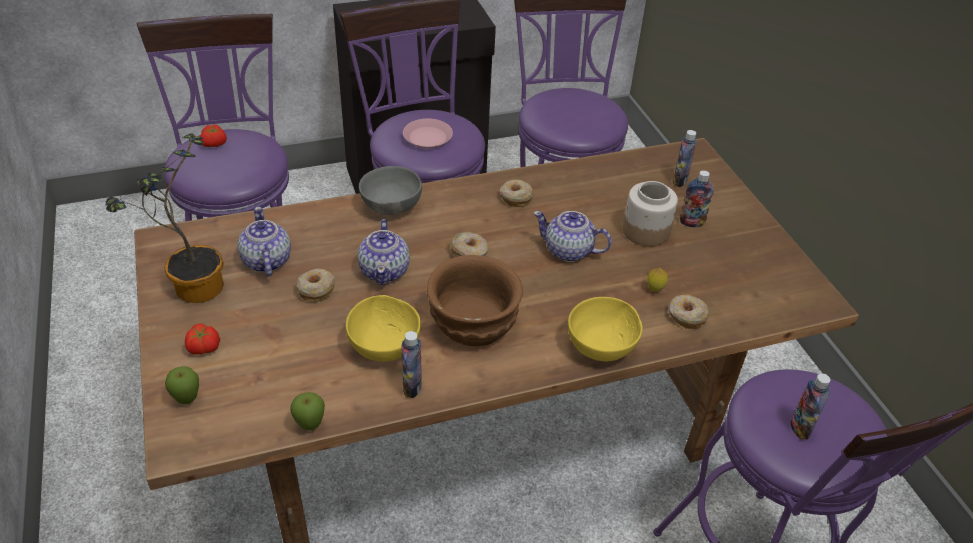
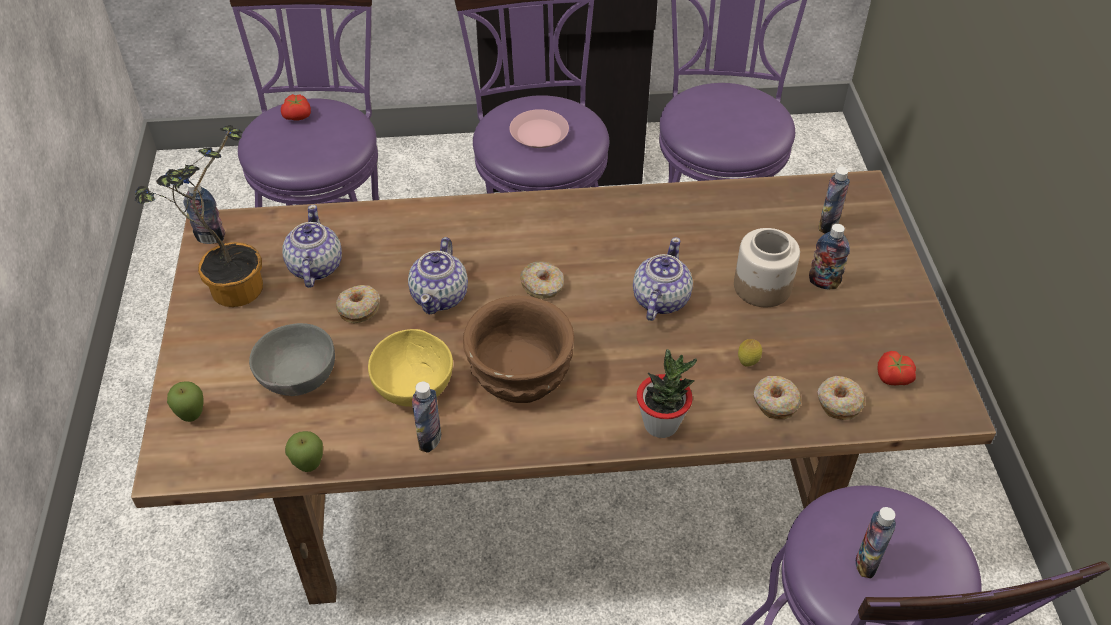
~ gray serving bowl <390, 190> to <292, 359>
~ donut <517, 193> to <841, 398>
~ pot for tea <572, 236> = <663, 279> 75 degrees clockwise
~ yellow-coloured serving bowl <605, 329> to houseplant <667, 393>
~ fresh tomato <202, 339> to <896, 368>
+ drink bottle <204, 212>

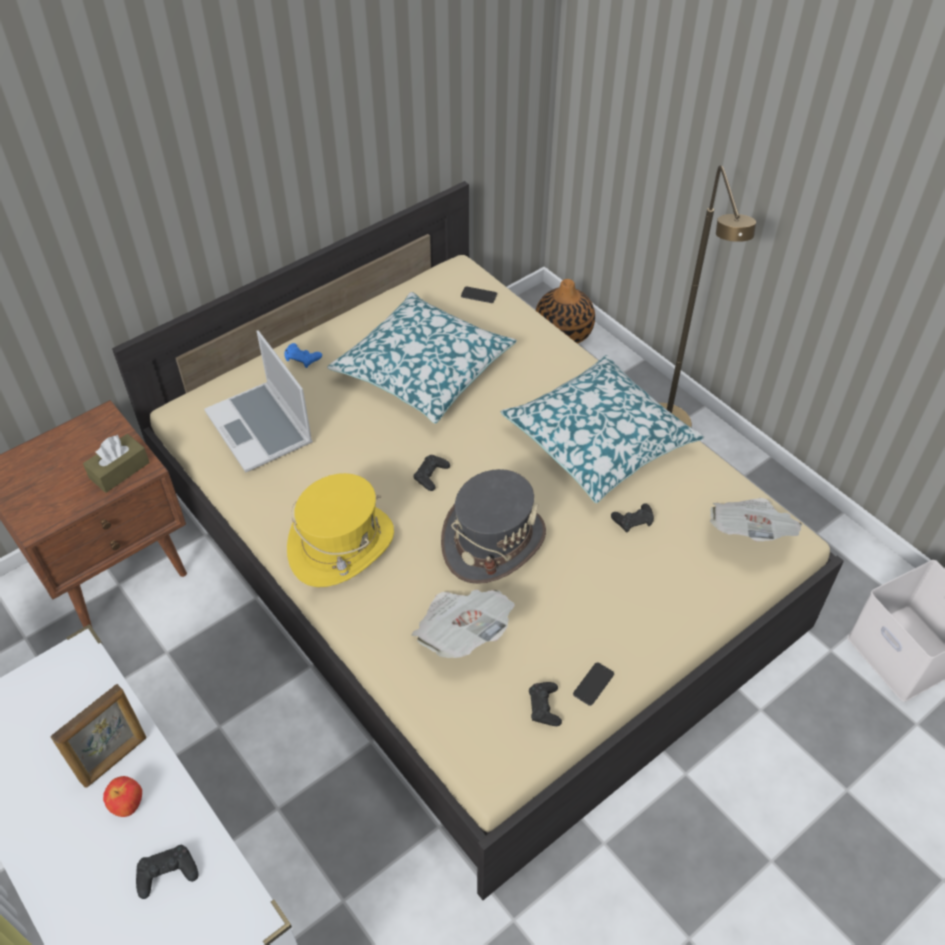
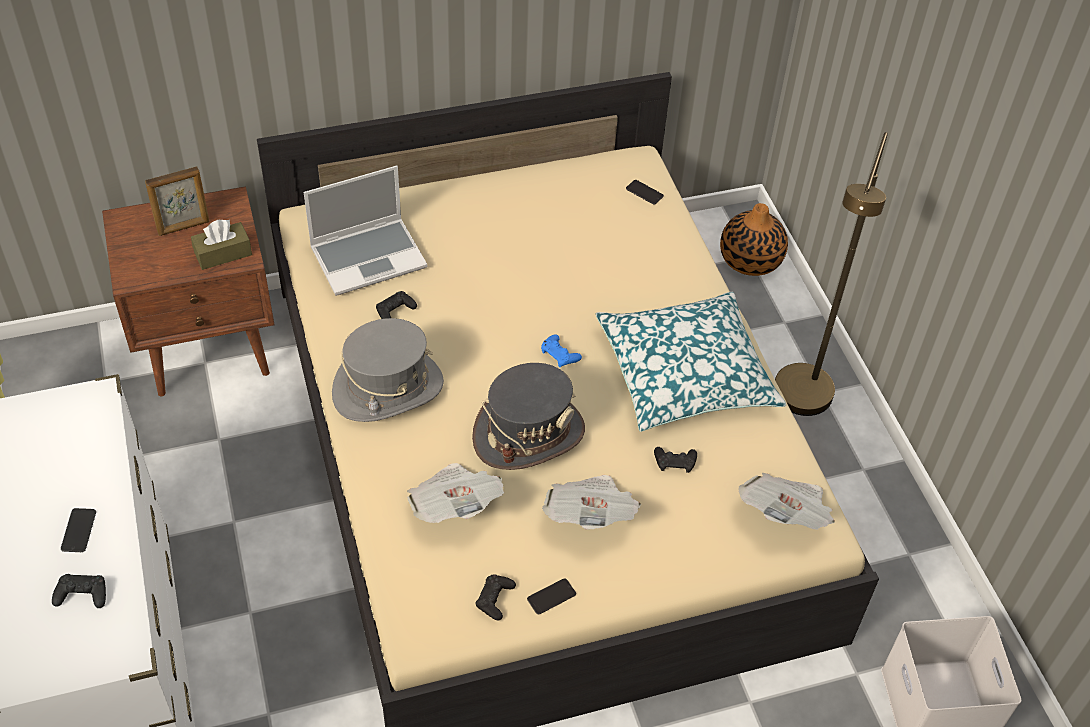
- pillow <422, 358>
~ laptop <258, 401> = <365, 230> 105 degrees counterclockwise
~ bluish joypad <303, 355> to <561, 351>
~ black-coloured joypad <431, 473> to <396, 305>
~ yellow-coloured wearable hat <340, 530> to gray wearable hat <388, 370>
~ picture frame <98, 736> to <177, 201>
~ apple fruit <122, 796> to telephone <78, 530>
+ daily paper <591, 502>

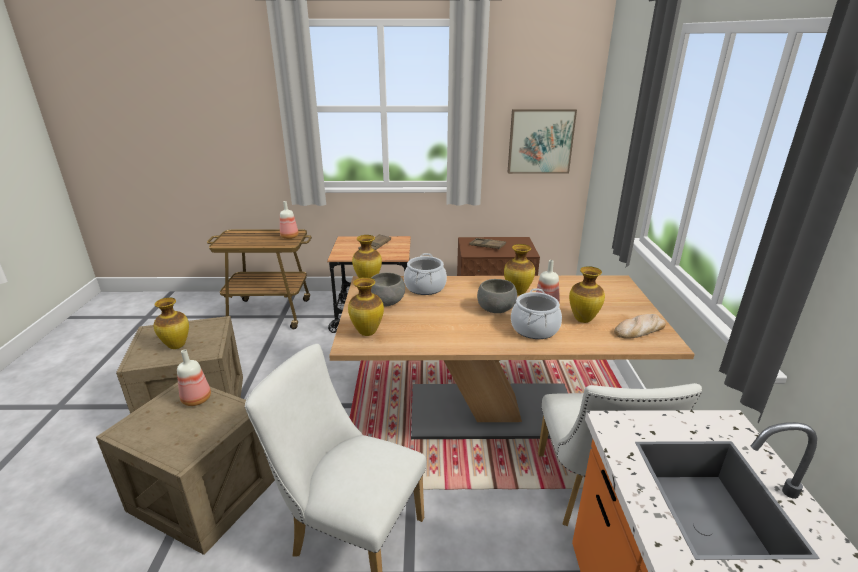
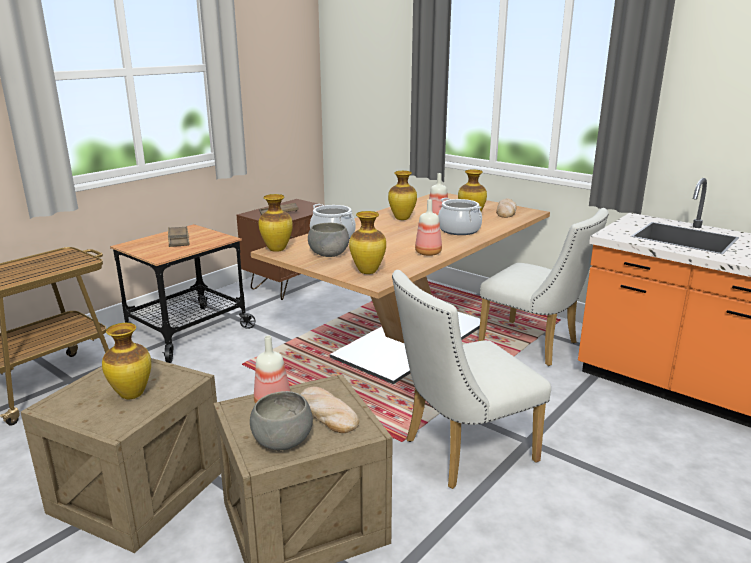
- picture <542, 141>
~ drink bottle <289, 220> to <428, 227>
~ gray serving bowl <497, 296> to <281, 420>
+ baked bread <329, 410>

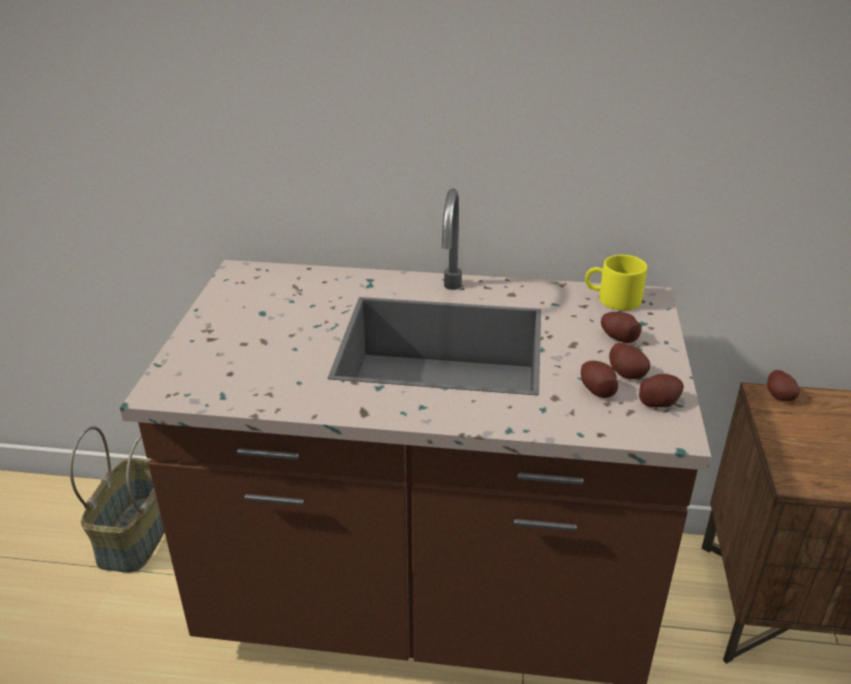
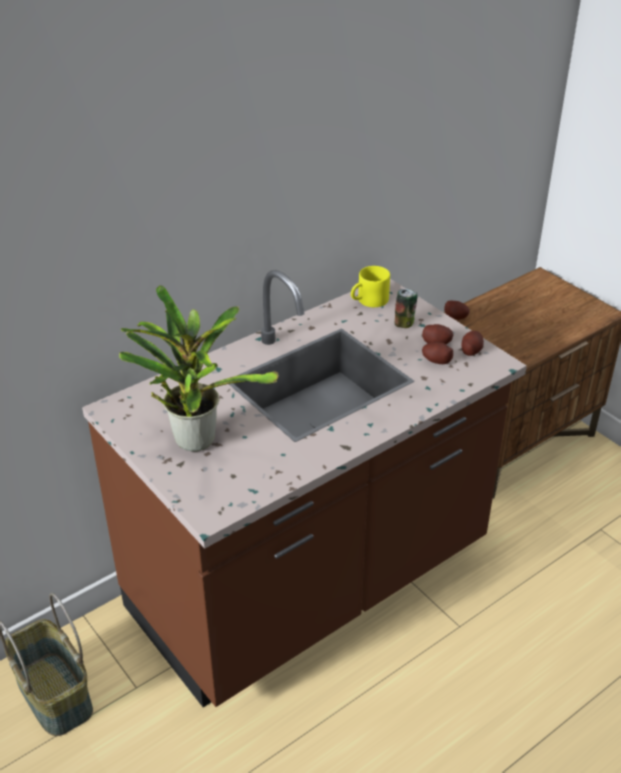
~ whole potato <621, 327> to can <406, 308>
+ houseplant <199, 368>

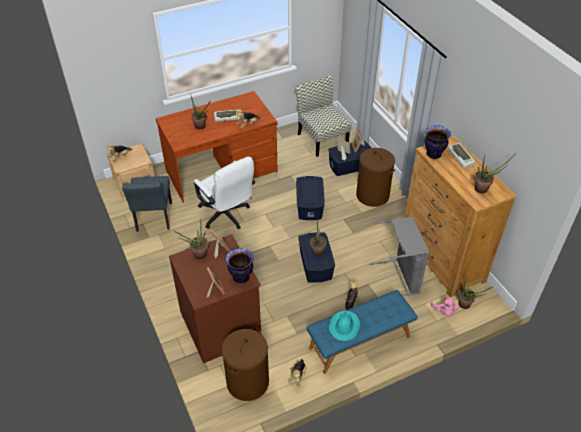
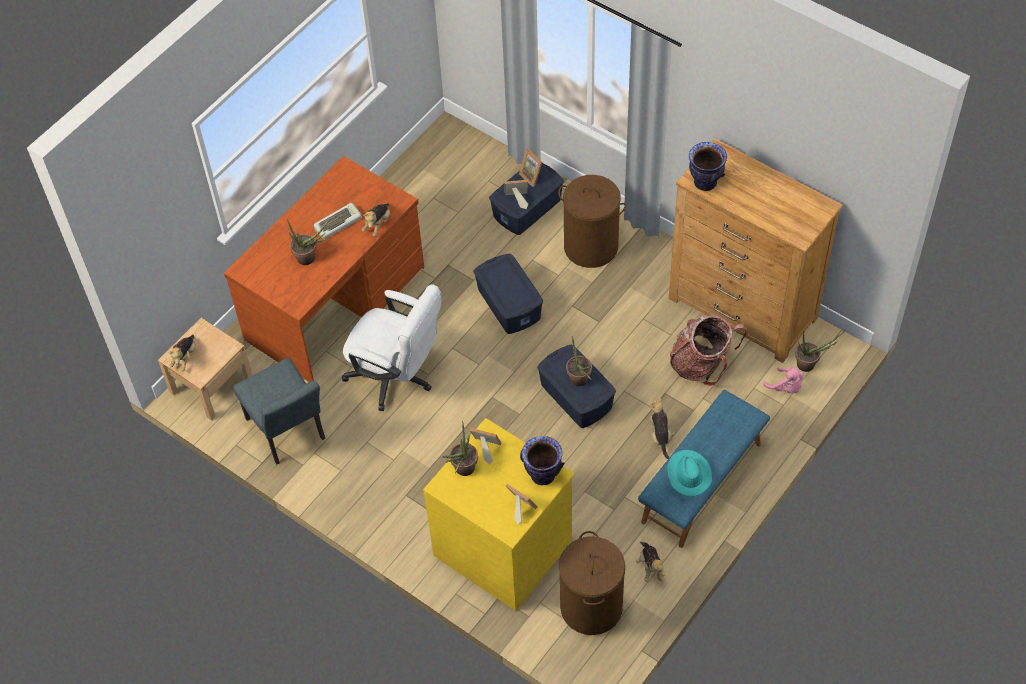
- upright chair <323, 116>
- computer keyboard <461, 155>
- houseplant <495, 173>
~ gray laundry basket <399, 256> to backpack <708, 350>
~ brownish drawer chest <215, 298> to yellow-coloured drawer chest <499, 514>

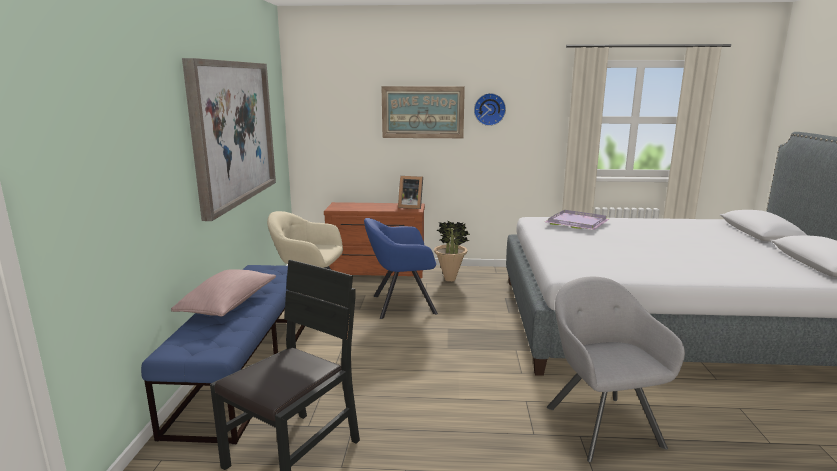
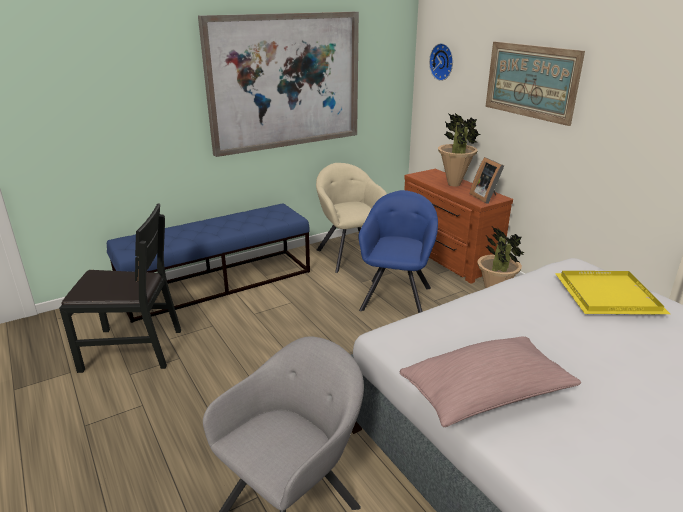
~ hanging clock <490, 109> to <441, 62>
~ purplish tray <576, 220> to yellow-coloured tray <612, 293>
~ bluish easy chair <401, 268> = <398, 251> 60 degrees clockwise
~ pink-coloured pillow <223, 292> to <490, 382>
+ houseplant <459, 150>

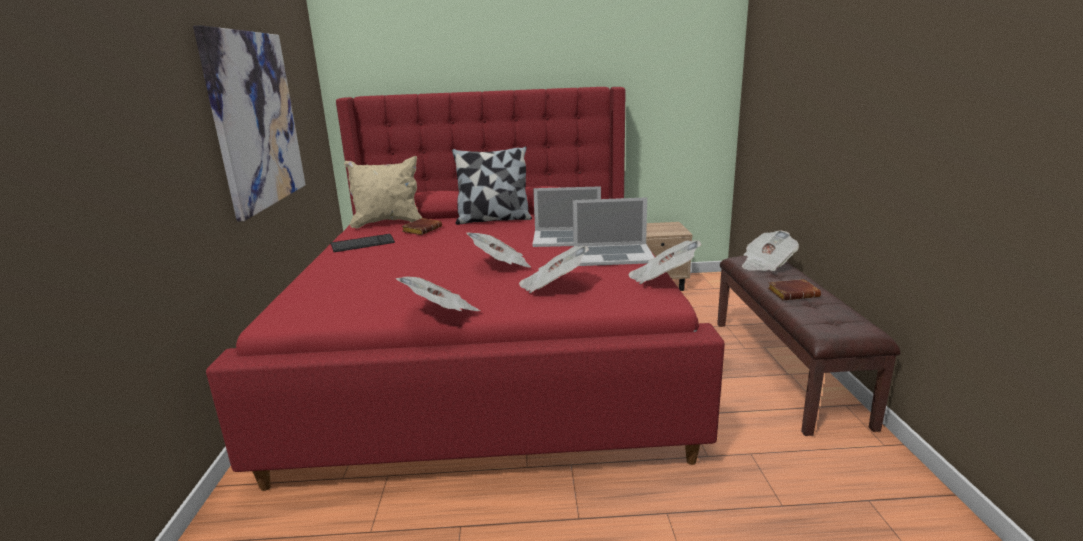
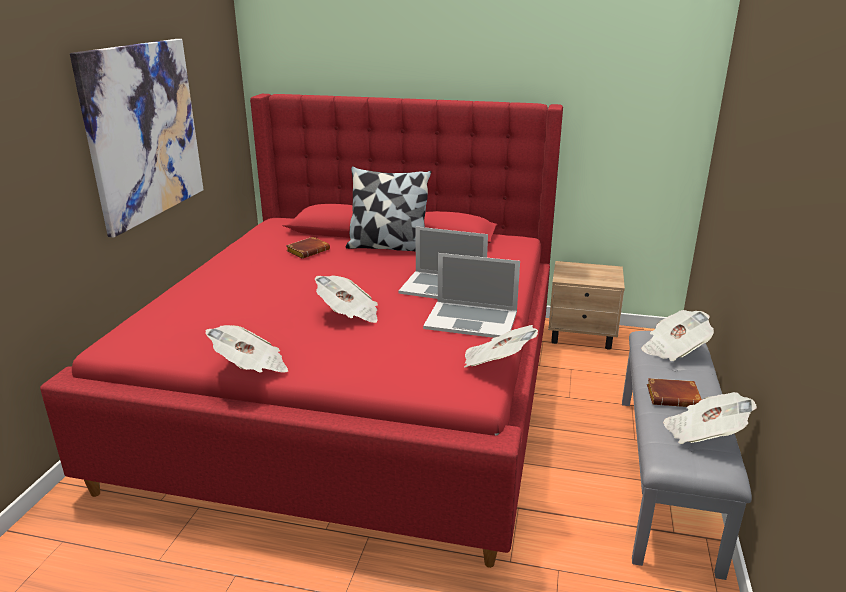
- beige pillow <383, 192>
- computer keyboard <363, 243>
~ daily paper <554, 269> to <710, 418>
~ brownish bench <809, 346> to gray bench <687, 455>

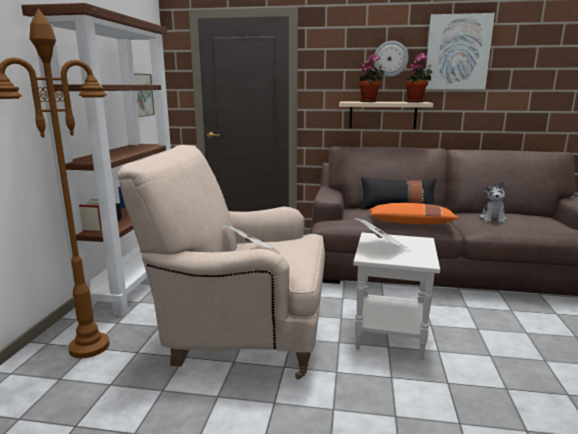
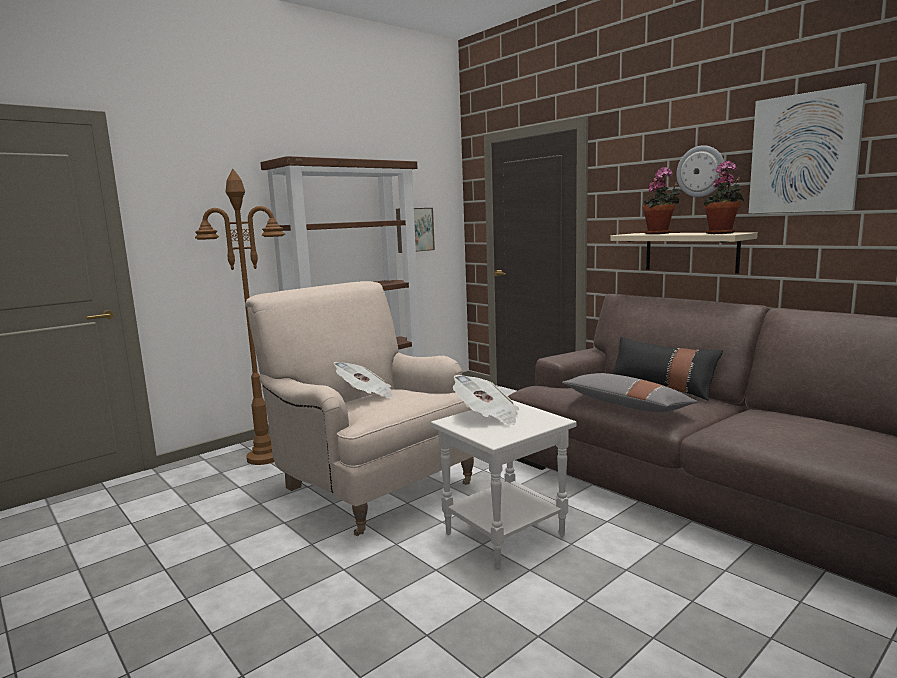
- soft toy <493, 202>
~ orange pillow <414, 213> to gray pillow <630, 393>

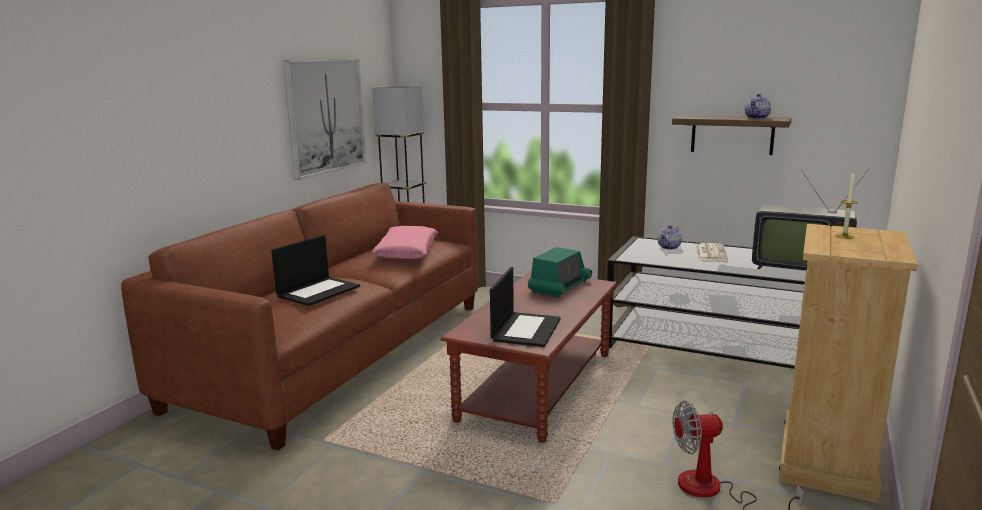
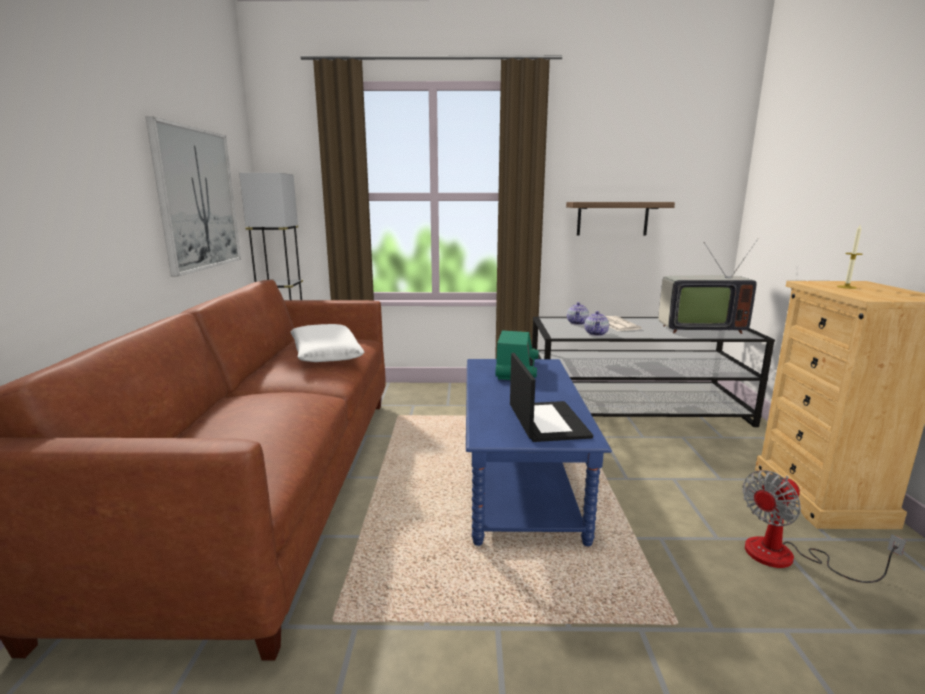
~ pot for tea <758, 106> to <597, 323>
~ pink-coloured pillow <405, 242> to white pillow <327, 343>
- laptop <315, 270>
~ brownish lounge table <528, 357> to bluish lounge table <539, 452>

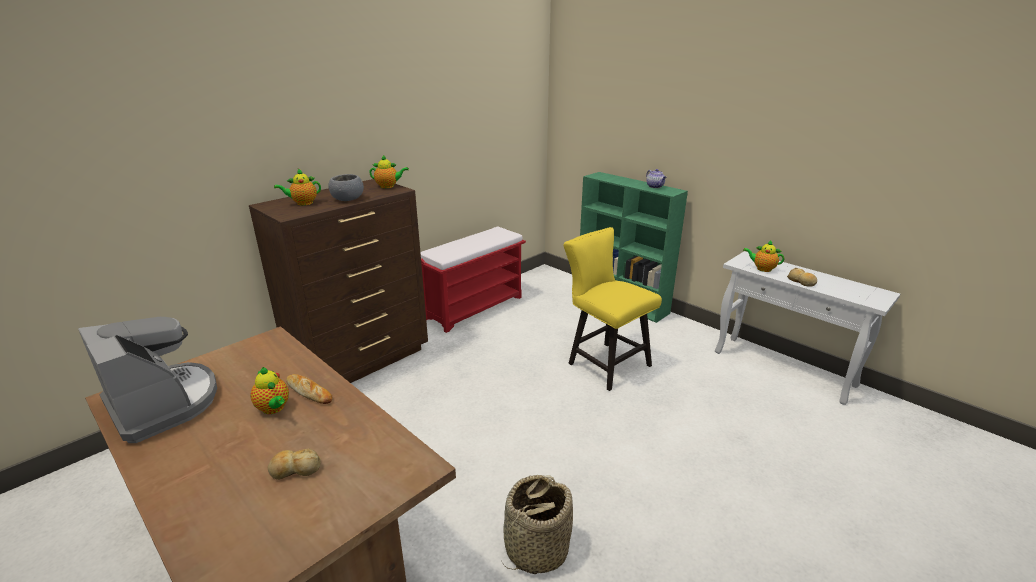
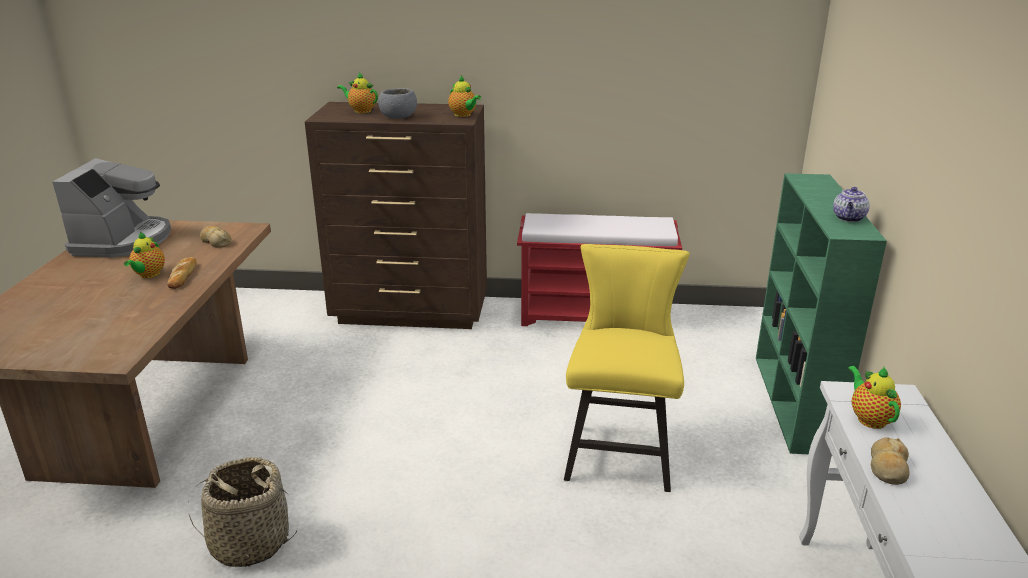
~ baked bread <294, 464> to <215, 237>

